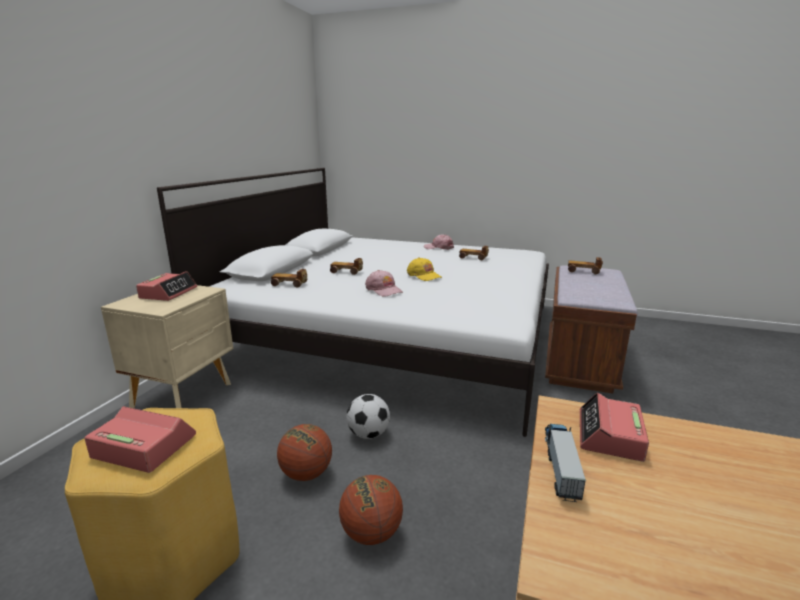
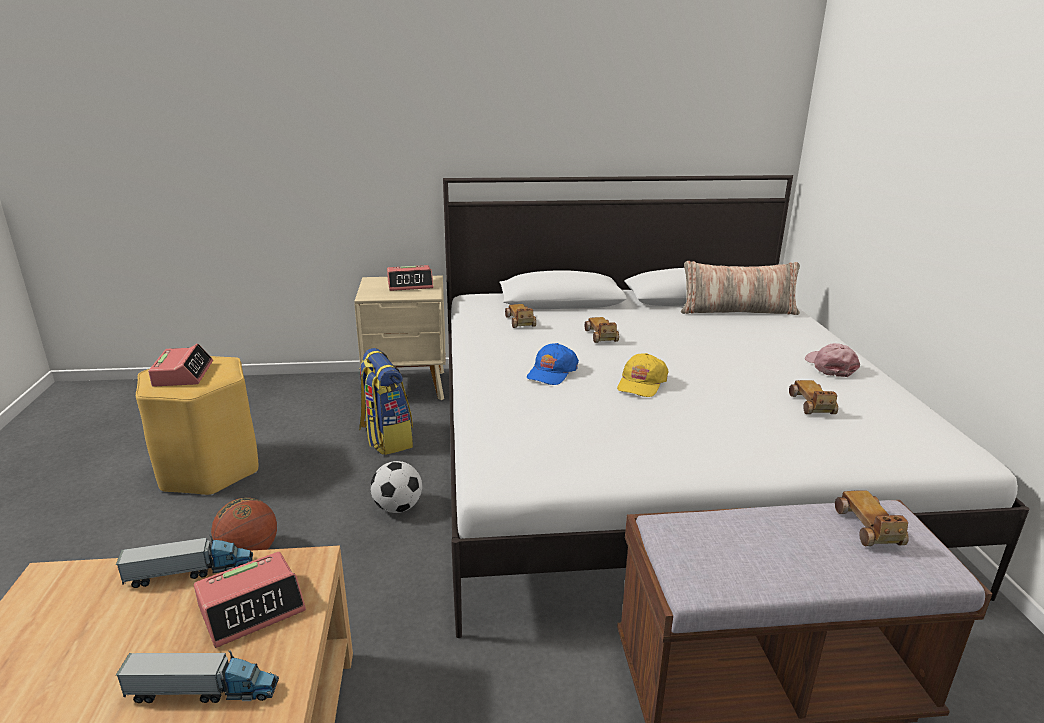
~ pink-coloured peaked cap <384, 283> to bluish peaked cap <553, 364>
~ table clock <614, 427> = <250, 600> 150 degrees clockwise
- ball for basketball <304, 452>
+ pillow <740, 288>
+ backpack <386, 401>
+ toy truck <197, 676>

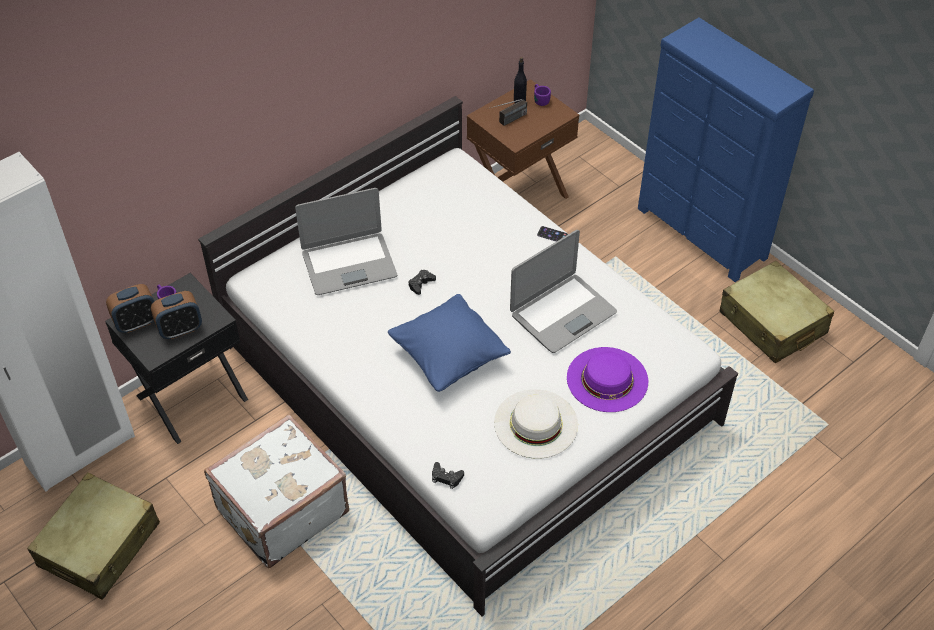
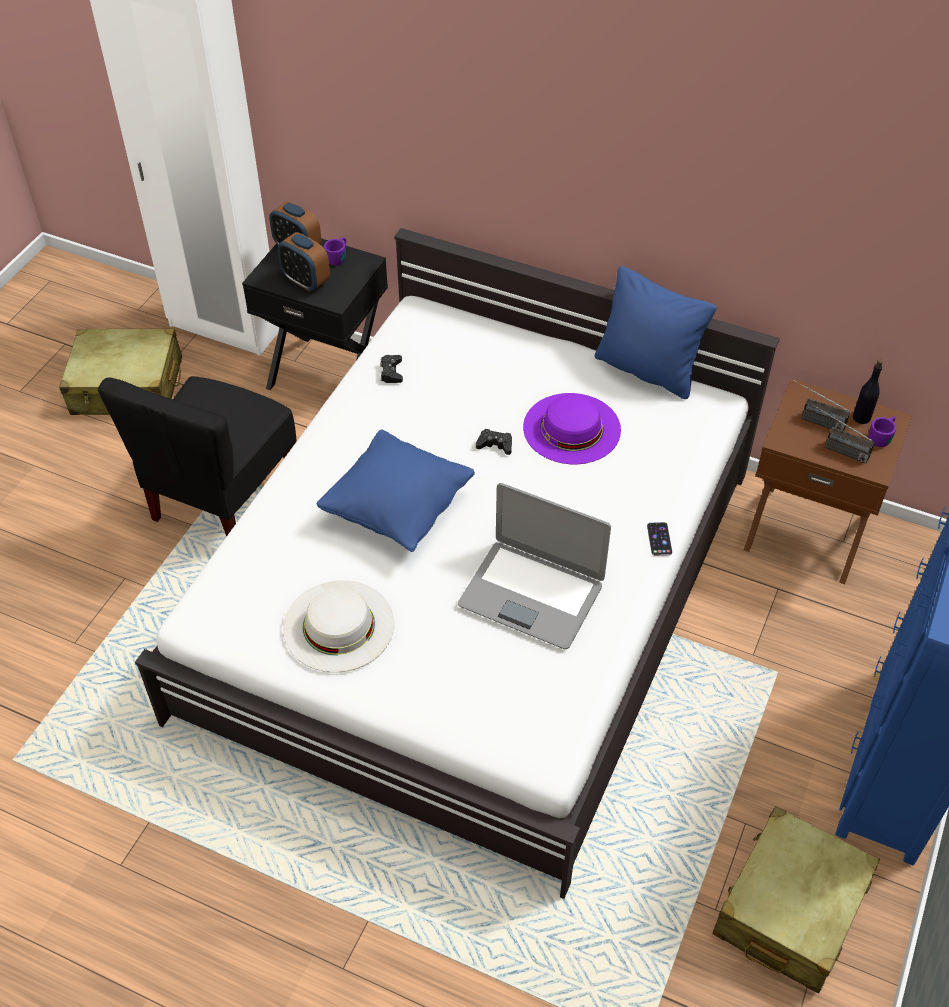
- laptop <346, 241>
~ purplish wearable hat <607, 379> to <572, 428>
~ white piece of luggage <276, 491> to black-coloured upright chair <197, 456>
~ black-coloured joypad <448, 475> to <392, 369>
+ bluish pillow <655, 332>
+ radio set <844, 434>

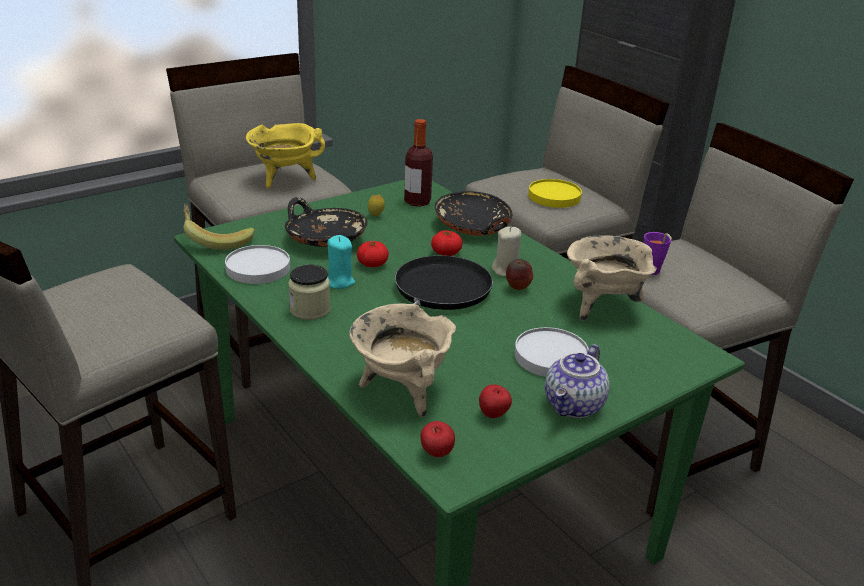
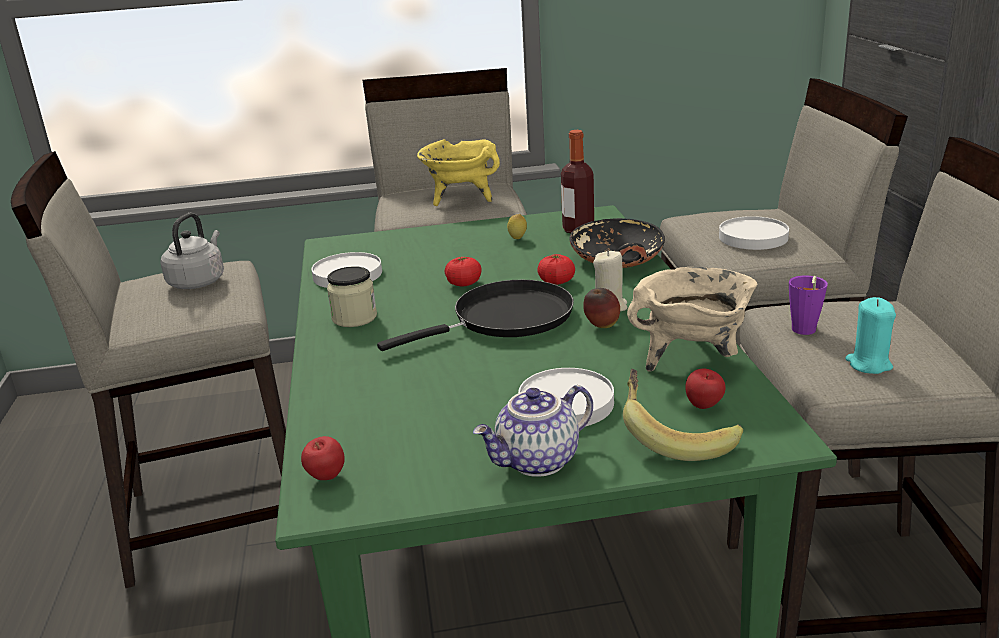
~ yellow-coloured dinner plate <555, 193> to white dinner plate <754, 233>
- black-coloured serving bowl <326, 222>
~ banana <219, 226> to <683, 415>
~ blue-green wax candle <341, 262> to <870, 335>
- beige saucepot <402, 360>
~ apple fruit <495, 401> to <705, 388>
+ gray tea kettle <192, 251>

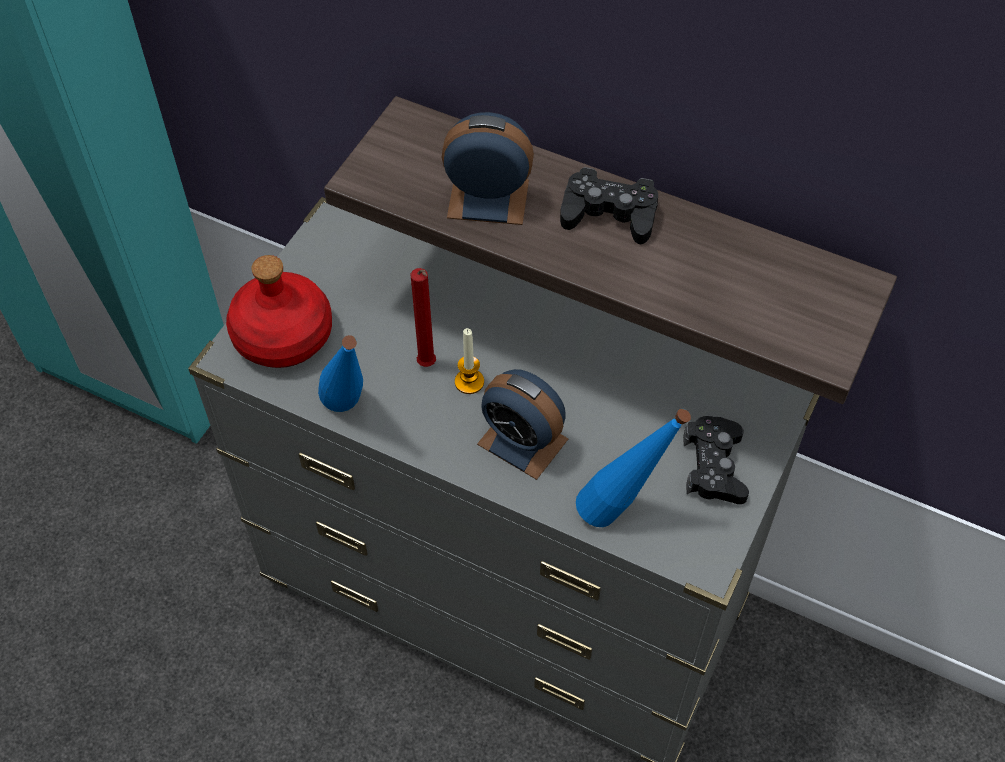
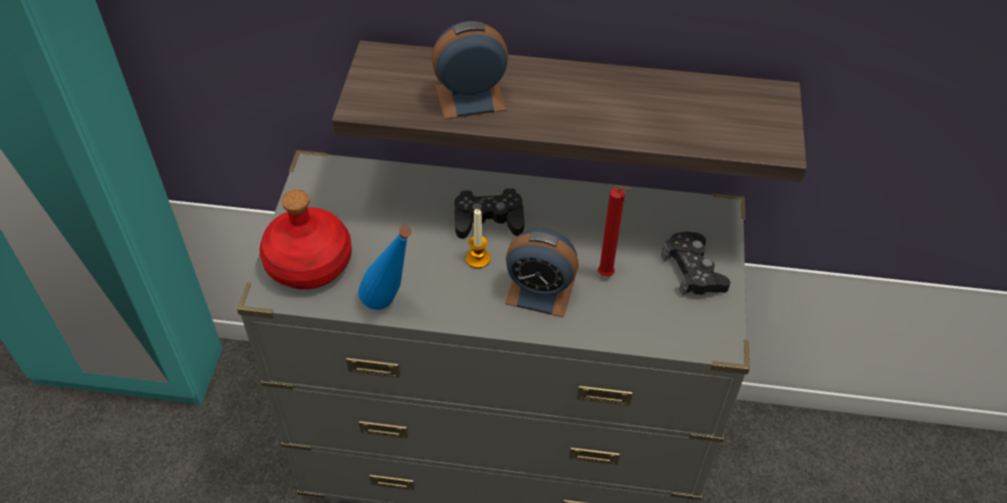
~ black-coloured joypad <609, 205> to <489, 213>
~ red-coloured wax candle <423, 317> to <615, 232>
- bluish drink bottle <633, 468>

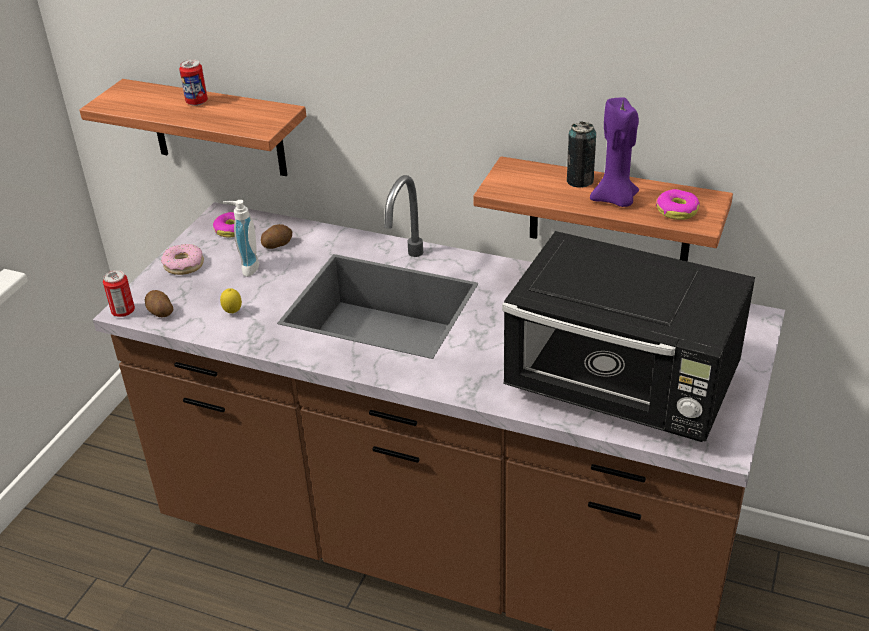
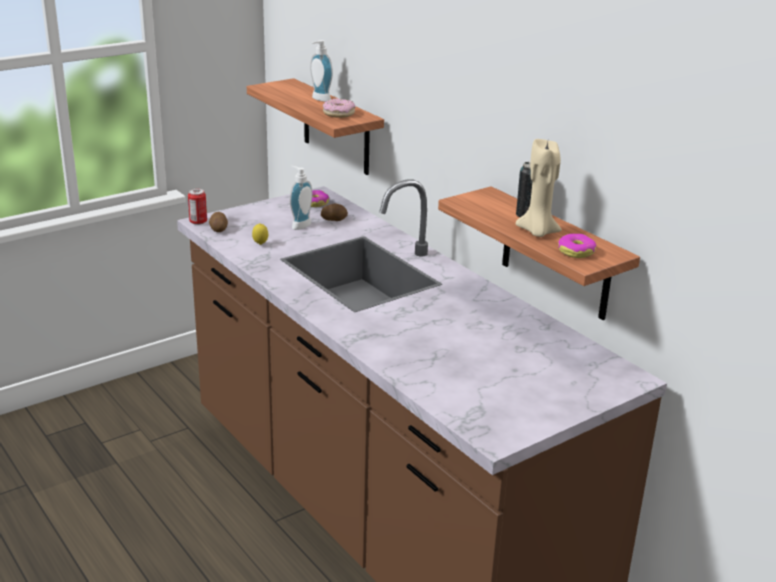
~ can <193, 82> to soap bottle <321, 71>
~ purplish wax candle <614, 152> to beige wax candle <539, 188>
- black-coloured microwave <628, 336>
~ donut <182, 259> to <339, 108>

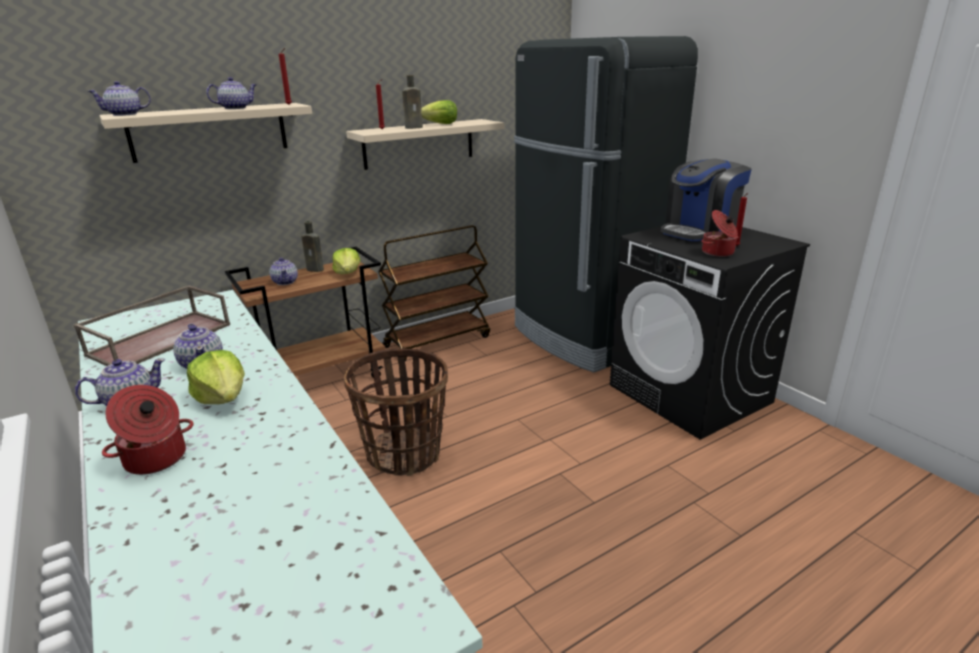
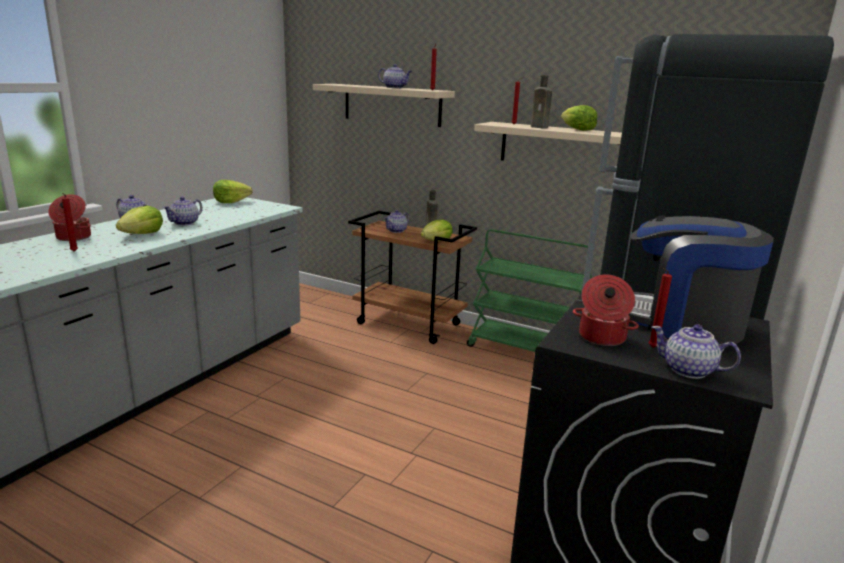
~ pot for tea <119, 98> to <696, 351>
~ brownish trolley <434, 293> to green trolley <529, 290>
- brownish tray <152, 325>
- basket <396, 412>
+ head of lettuce <233, 191>
+ red-coloured wax candle <70, 222>

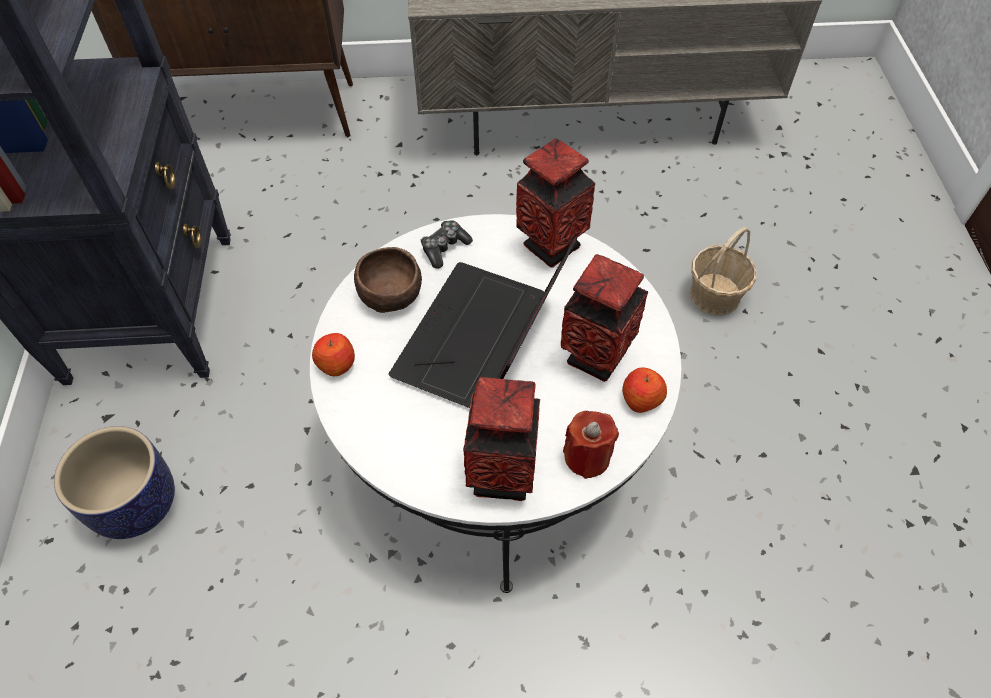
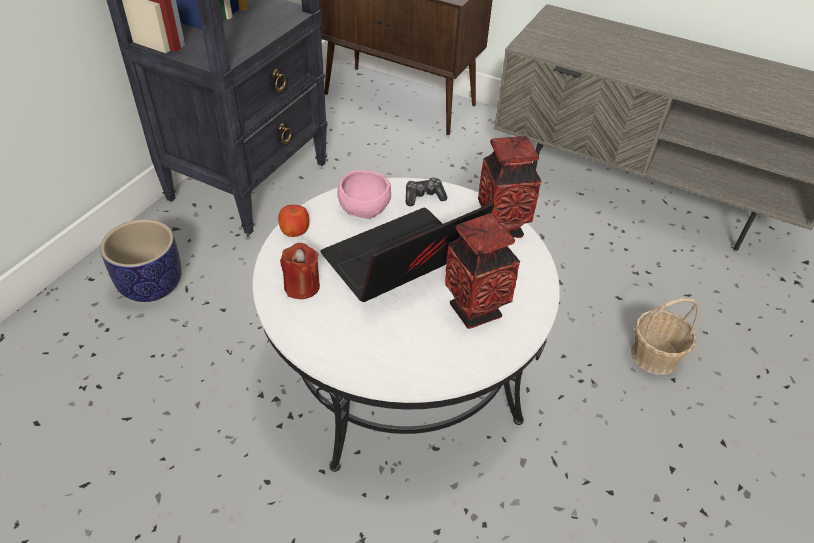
~ brownish serving bowl <388, 280> to pink-coloured serving bowl <364, 194>
- apple fruit <644, 390>
- vase <501, 439>
~ red-coloured wax candle <591, 445> to <300, 271>

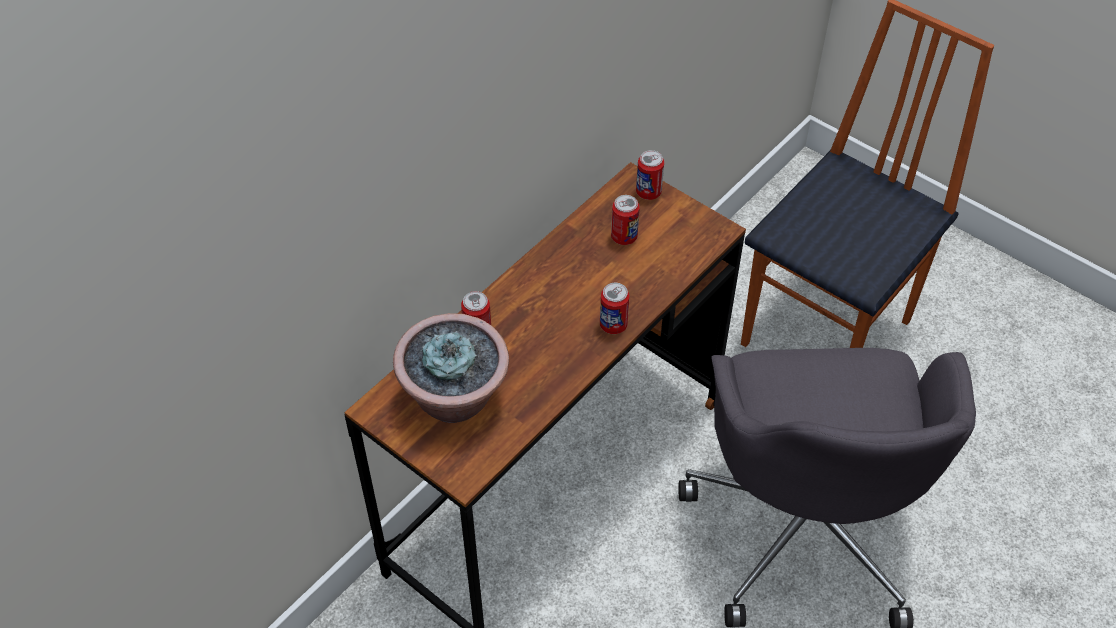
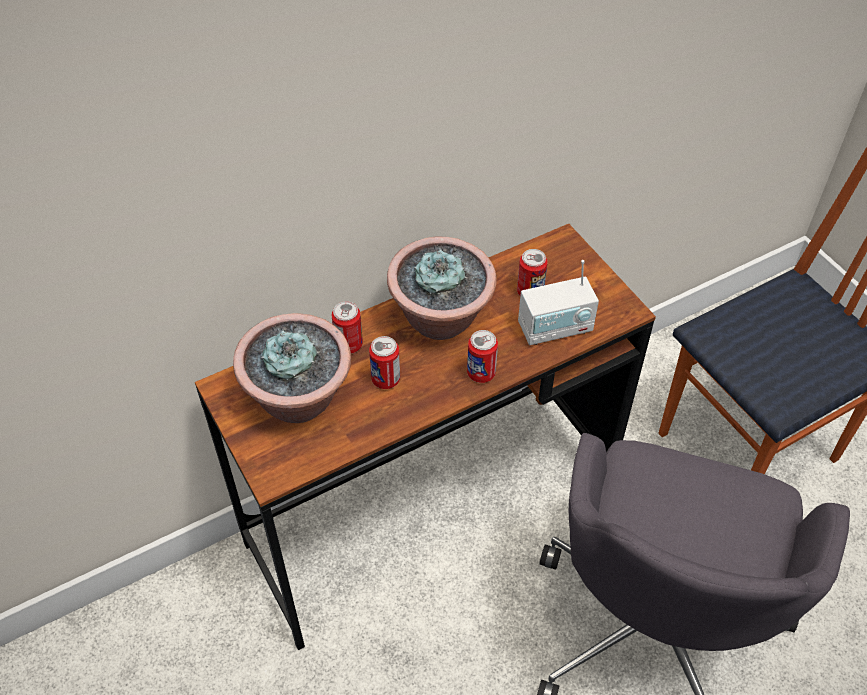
~ can <650, 175> to <384, 362>
+ houseplant <442, 288>
+ radio set <558, 302>

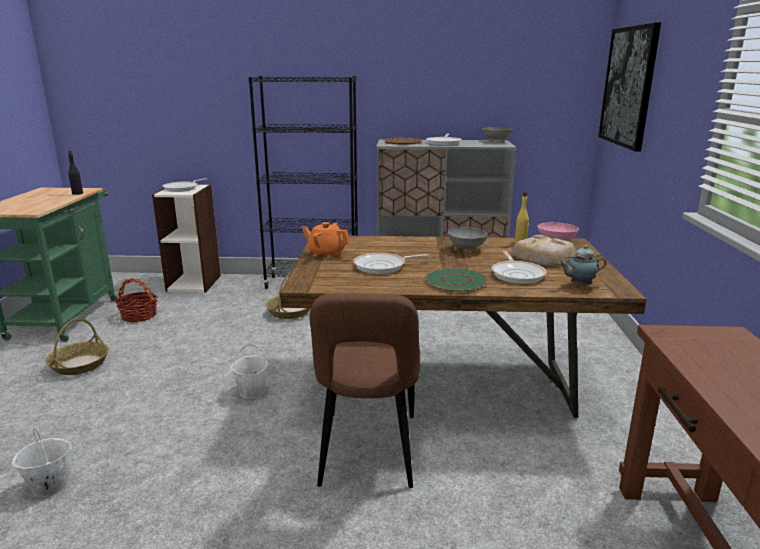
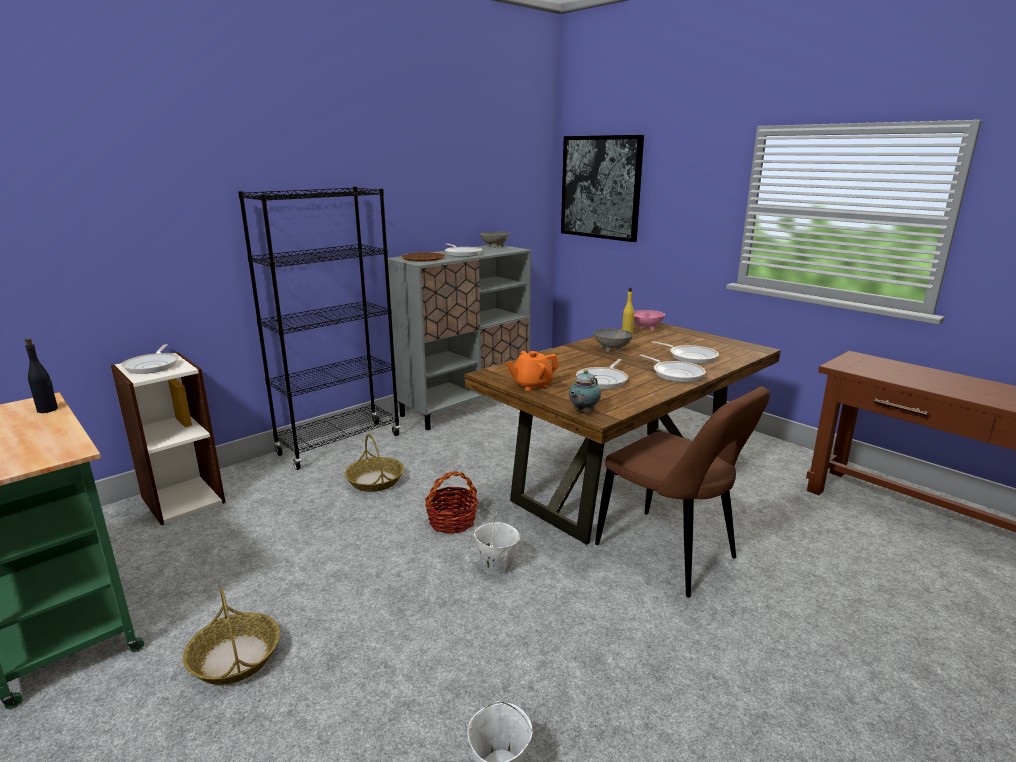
- baked bread <543, 250>
~ pot for tea <583, 265> to <585, 391>
~ green dinner plate <456, 280> to frying pan <673, 368>
~ basket <136, 300> to <451, 502>

